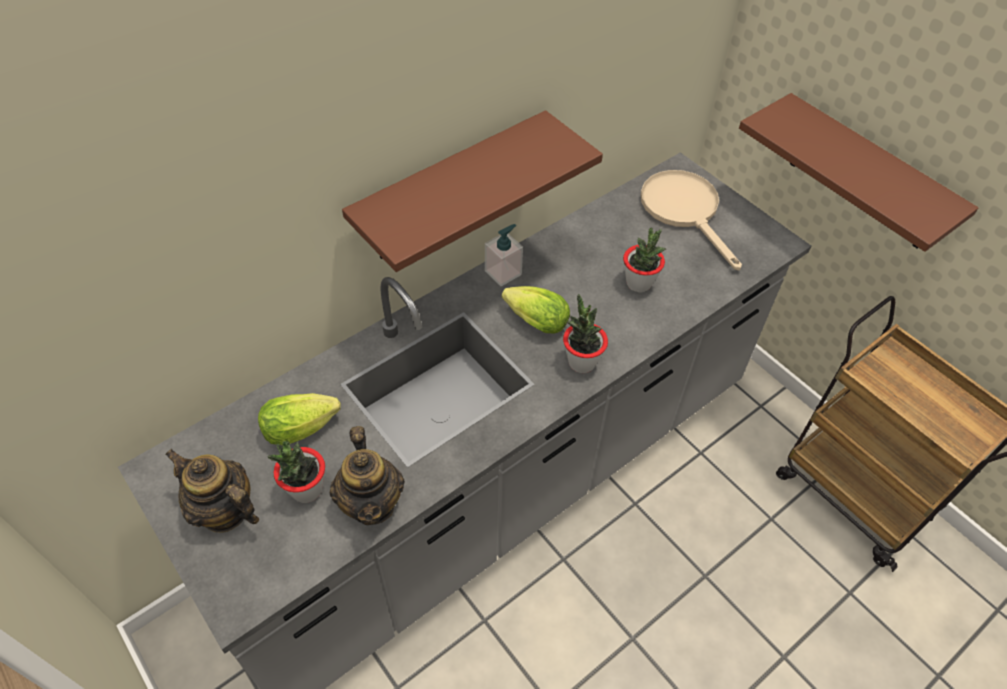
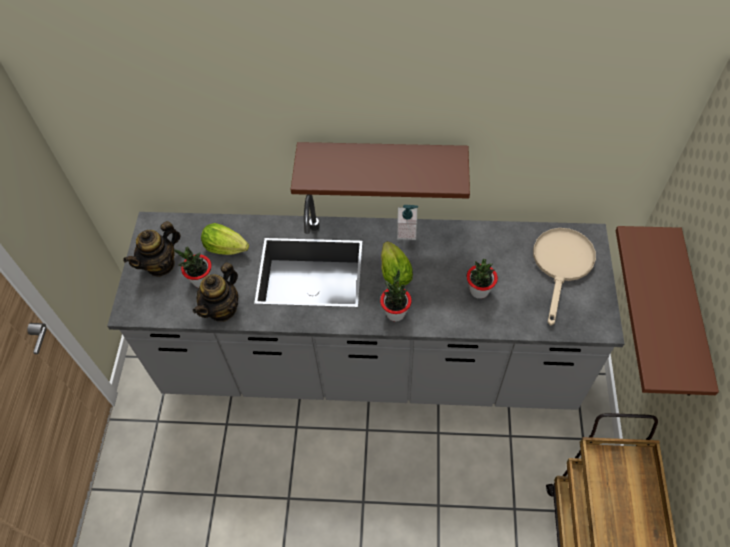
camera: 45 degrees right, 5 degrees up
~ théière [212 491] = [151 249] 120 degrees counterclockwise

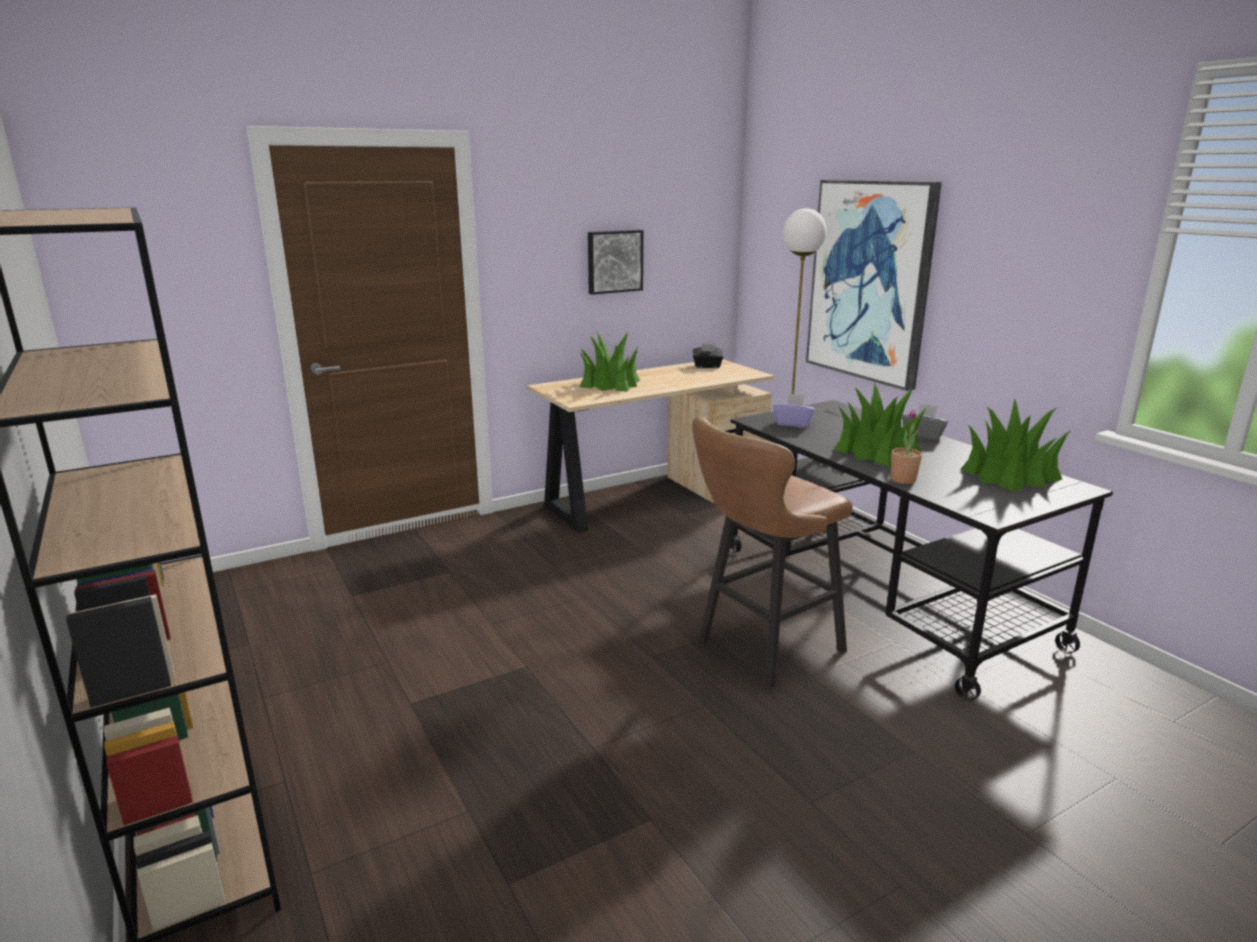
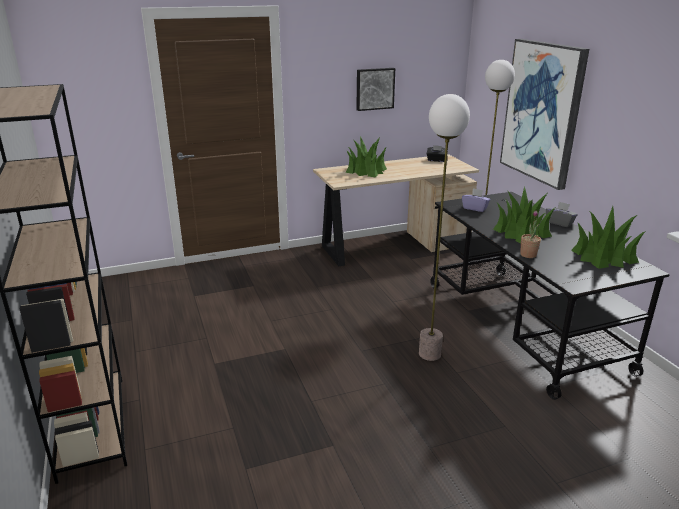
camera: 10 degrees right, 5 degrees up
~ tabouret/marron [772 552] to lampadaire [444 227]

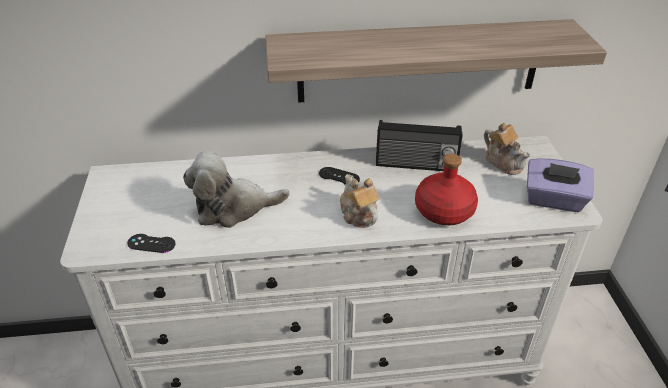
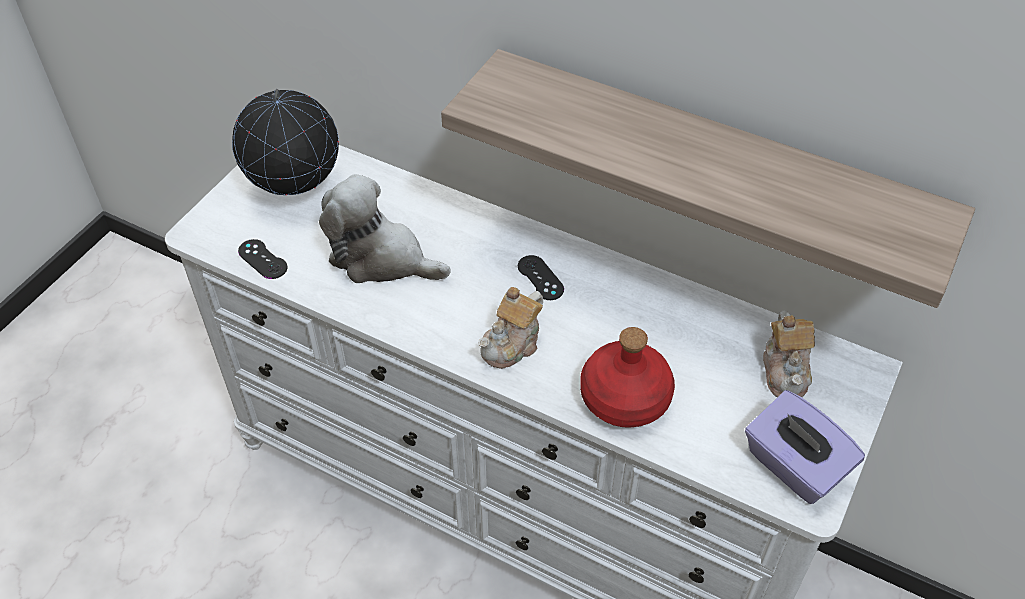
camera: 35 degrees right, 10 degrees up
- radio [419 145]
+ globe [285 142]
~ théière [360 201] = [510 328] 150 degrees counterclockwise

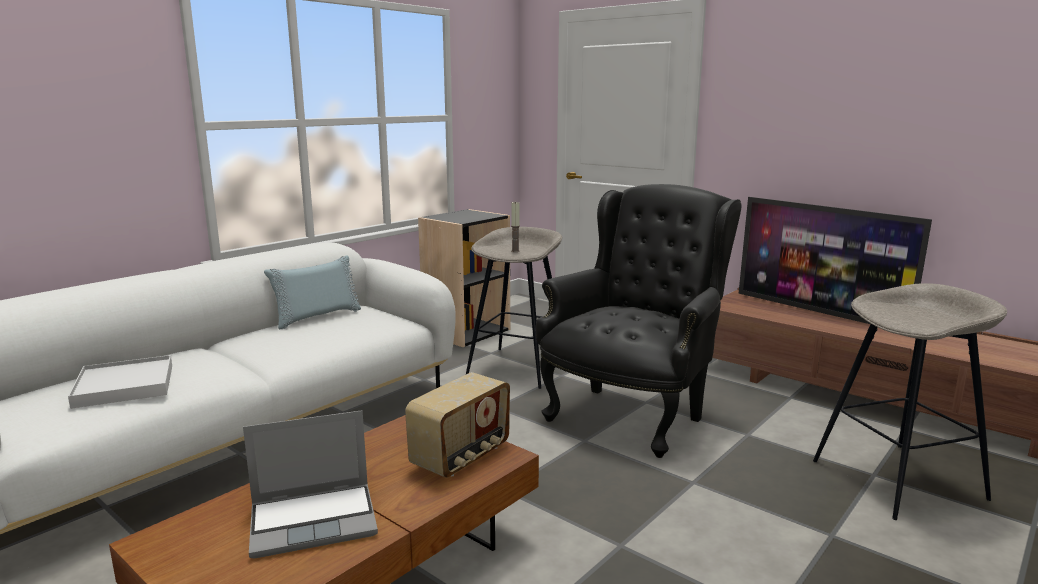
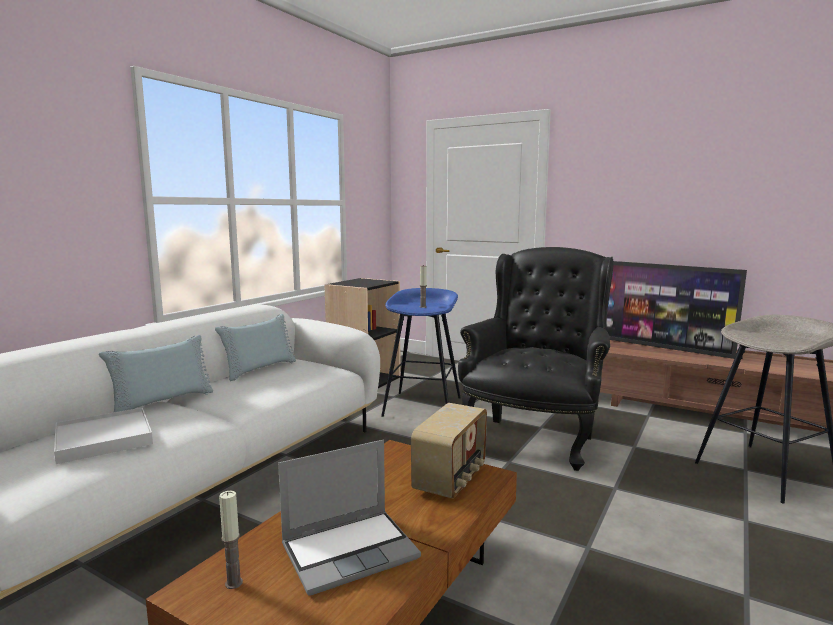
camera: 10 degrees left, 5 degrees down
+ coussin/bleu [156 373]
+ bougie [231 540]
~ tabouret/gris [514 308] to tabouret/bleu [421 352]

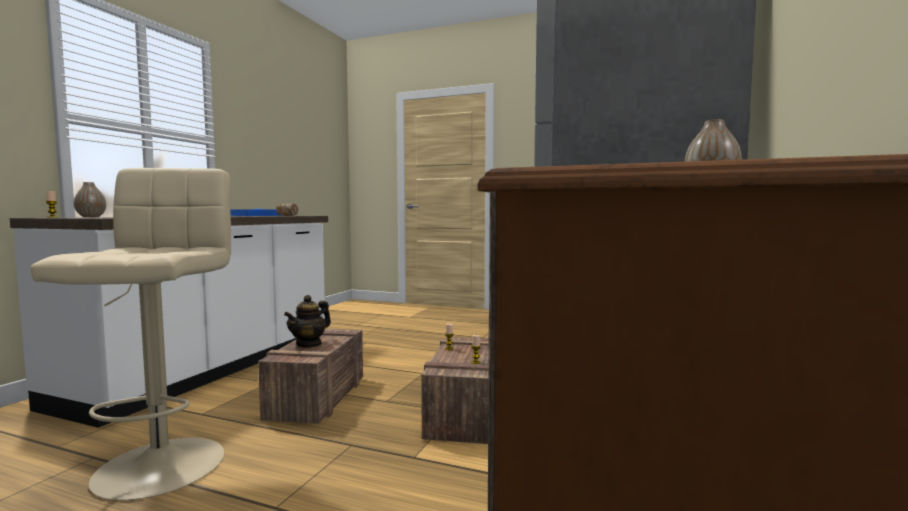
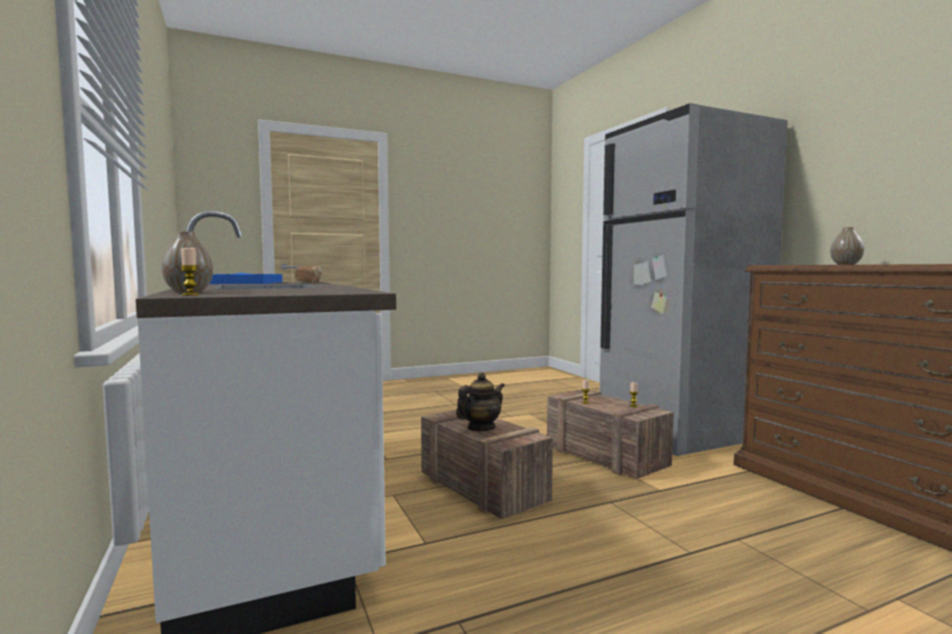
camera: 45 degrees left, 0 degrees up
- tabouret/beige [131 334]
~ théière [307 321] = [480 401] 120 degrees counterclockwise

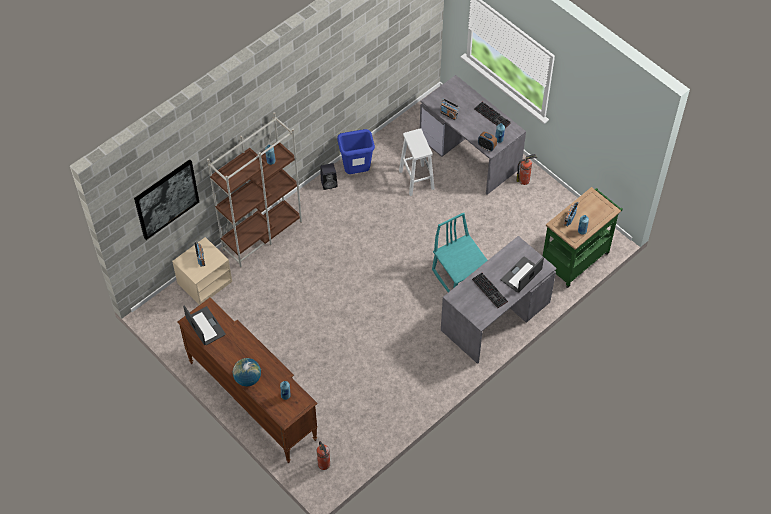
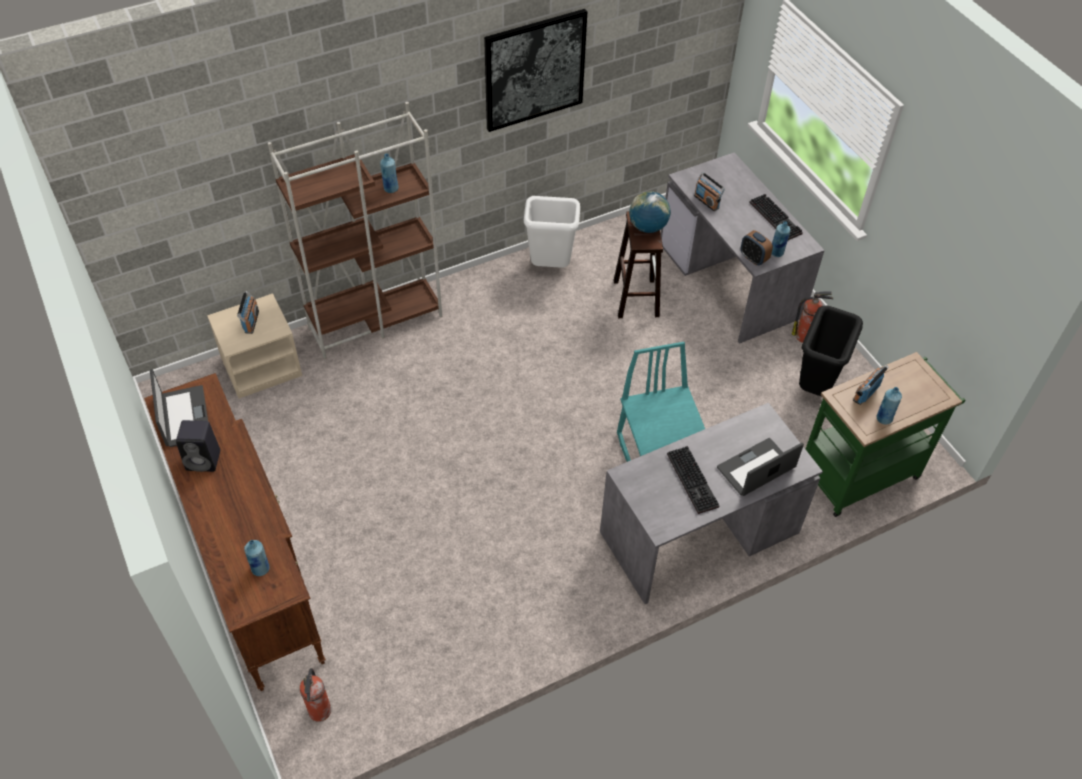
camera: 15 degrees right, 5 degrees down
+ poubelle/noir [831 351]
~ tableau [166 199] to [535 70]
~ globe [247 372] to [650 212]
~ enceinte/noir [329 176] to [198 446]
~ poubelle/bleu [356 151] to poubelle/blanc [552 232]
~ tabouret/blanc [417 162] to tabouret/marron [638 264]

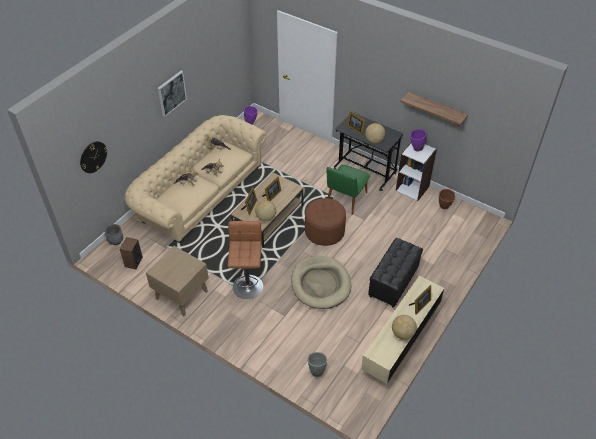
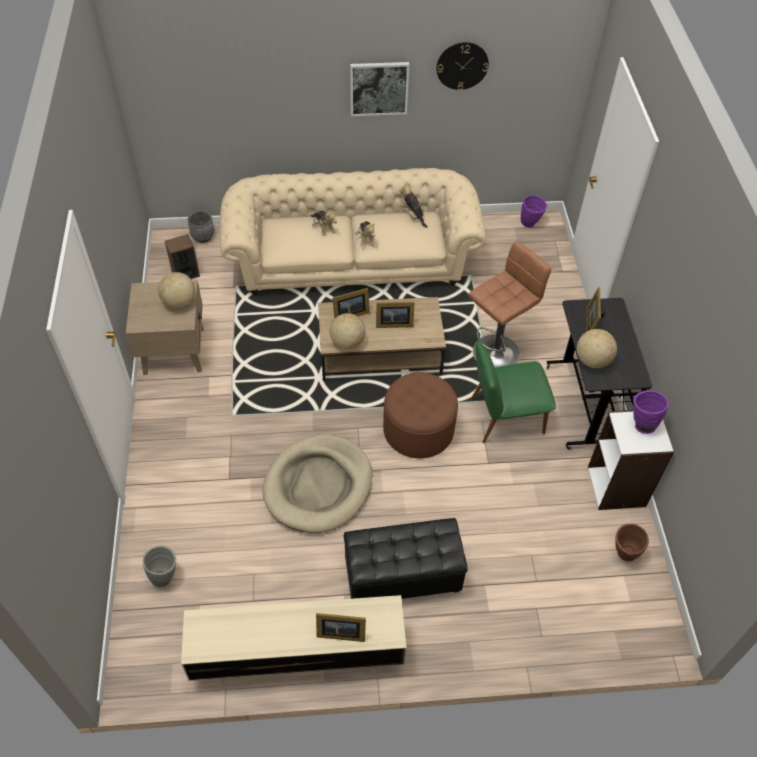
camera: 50 degrees right, 5 degrees up
- étagère [434 109]
~ horloge murale [94 157] to [462 66]
~ tabouret/marron [245 260] to [510 304]
~ globe [404 327] to [176 290]

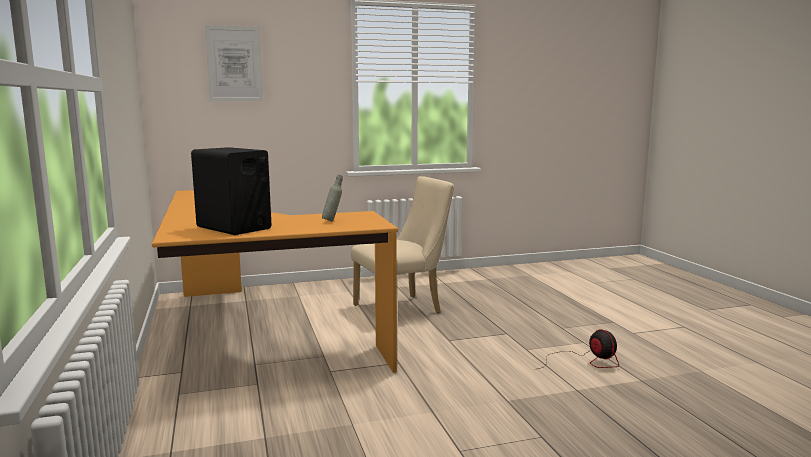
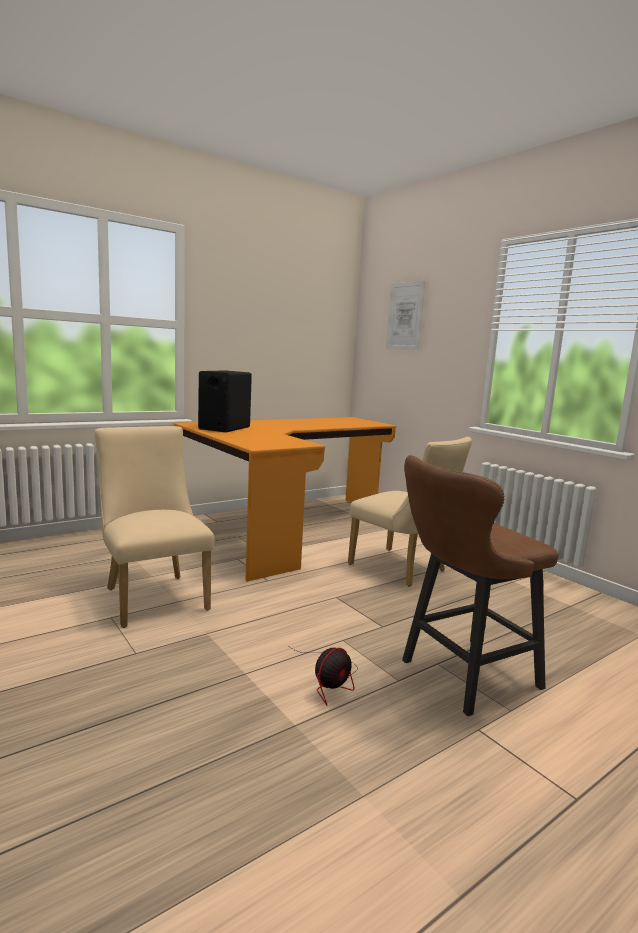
camera: 70 degrees right, 0 degrees up
- bouteille/gris [332 198]
+ chaise/beige [155 527]
+ tabouret/marron [480 585]

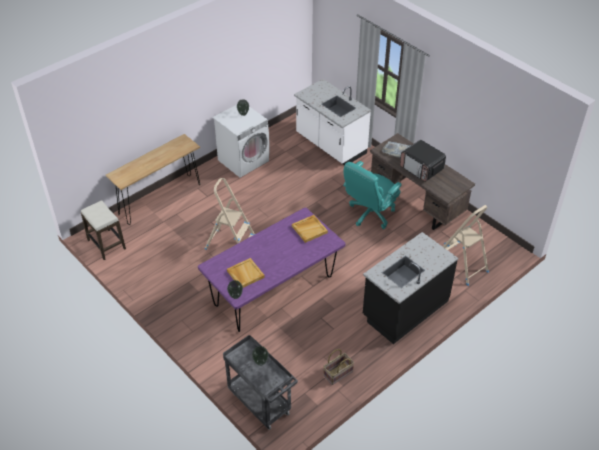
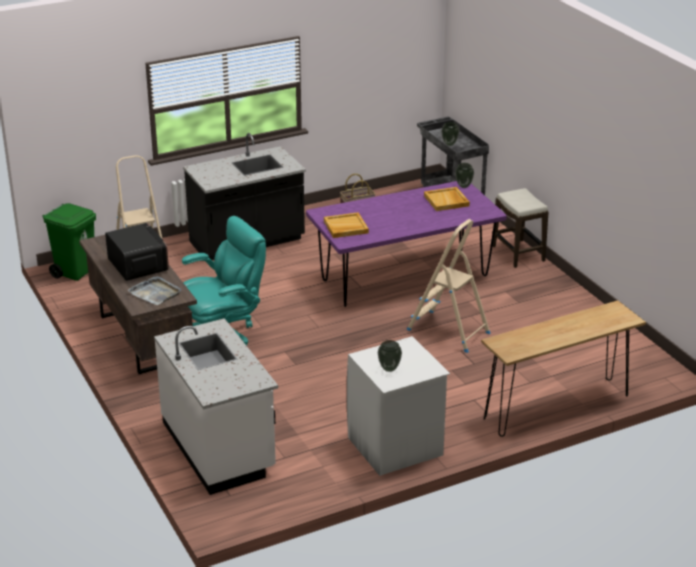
camera: 165 degrees left, 15 degrees down
+ poubelle/vert [69 242]
~ tabouret [103 230] to [520 228]

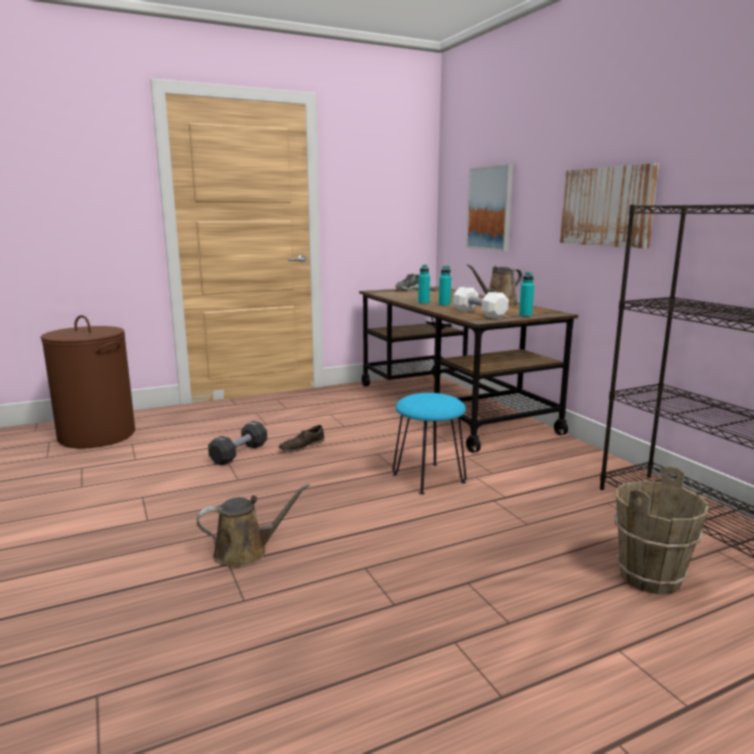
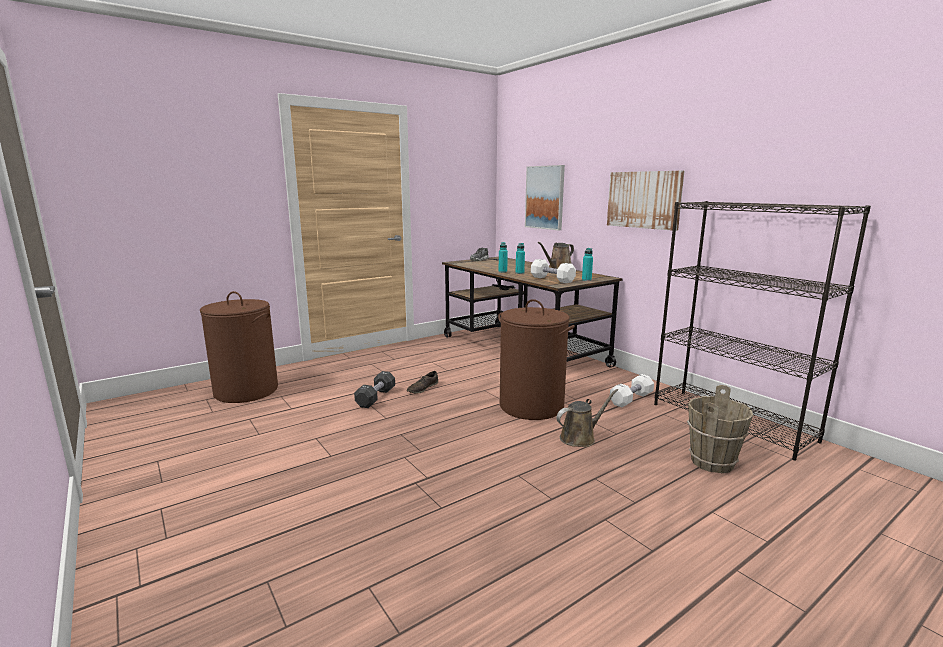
camera: 10 degrees left, 0 degrees up
+ haltère/blanc [632 390]
~ arrosoir/marron [253 525] to [587 418]
~ tabouret/turquoise [429 444] to panier à linge/marron [536 359]

